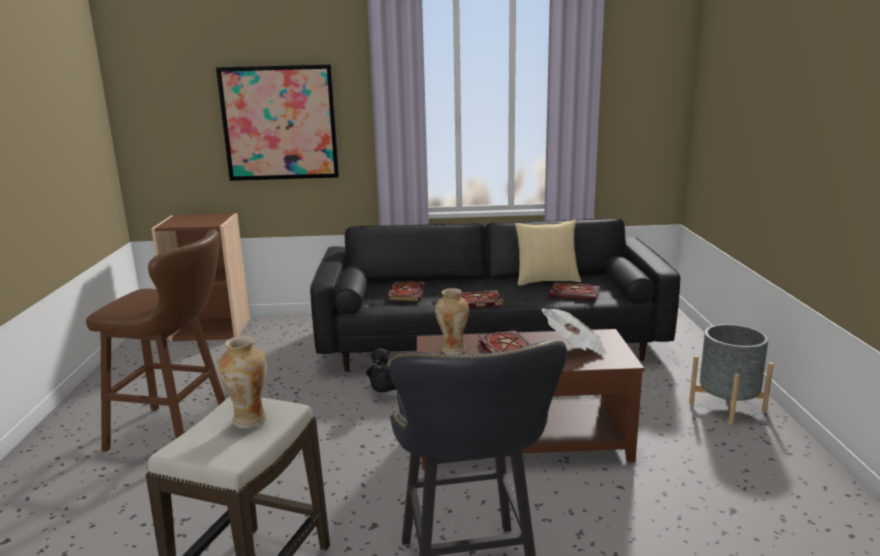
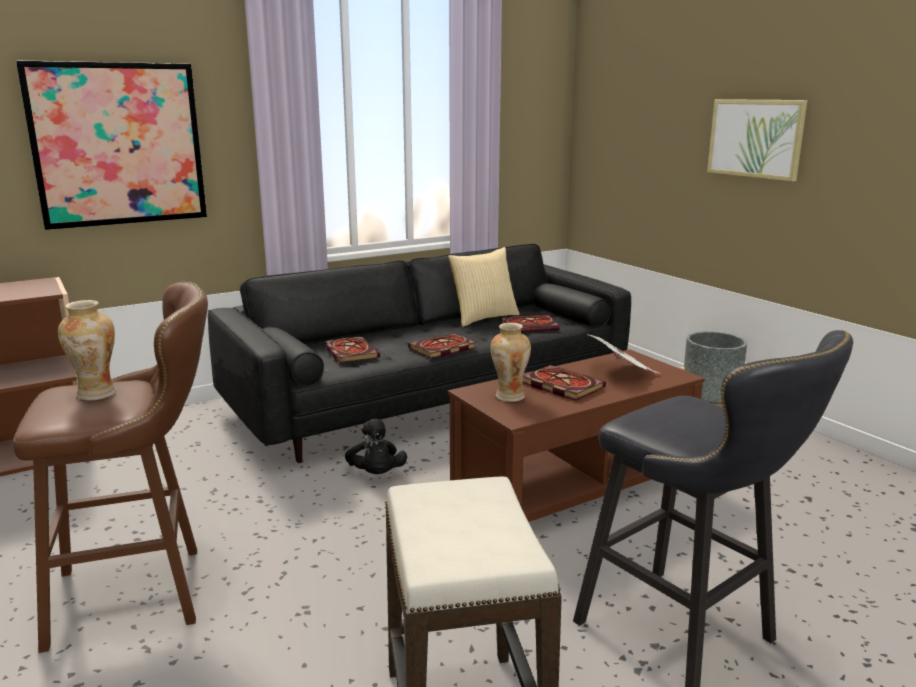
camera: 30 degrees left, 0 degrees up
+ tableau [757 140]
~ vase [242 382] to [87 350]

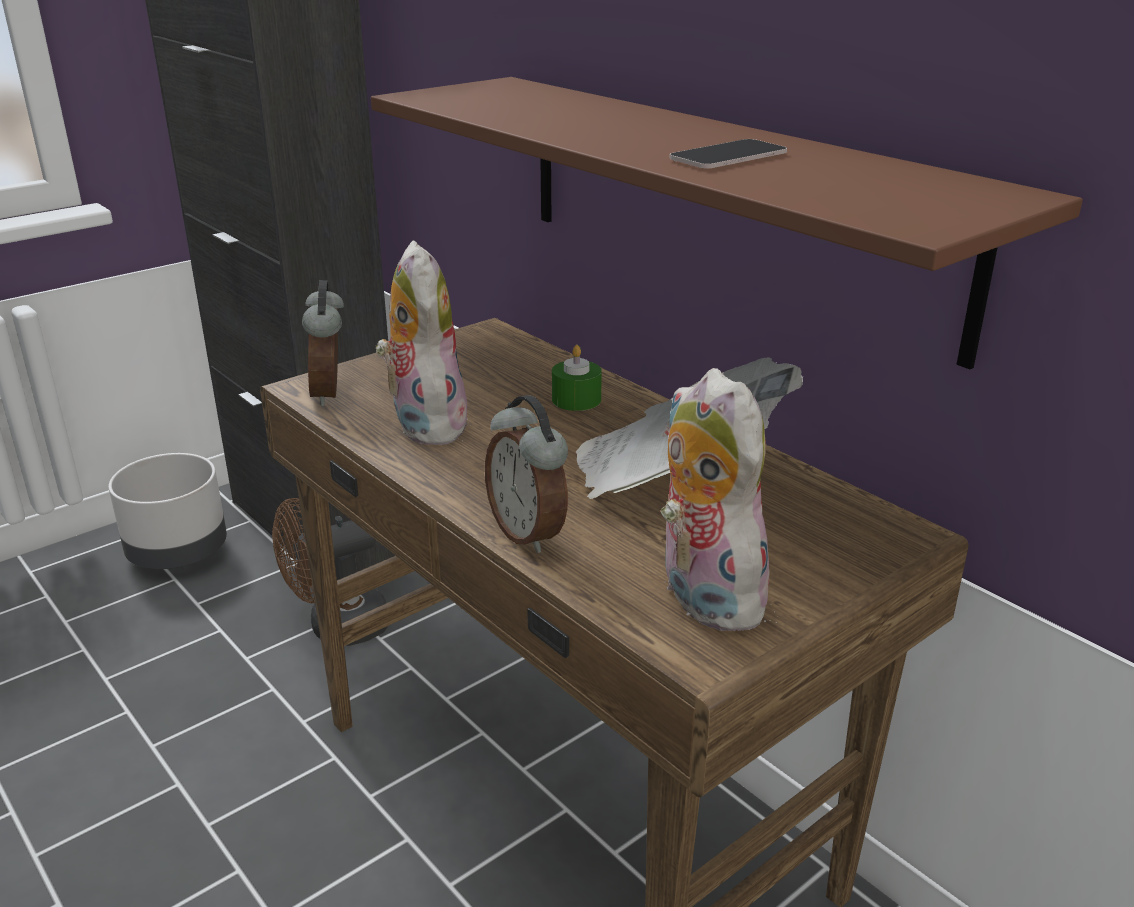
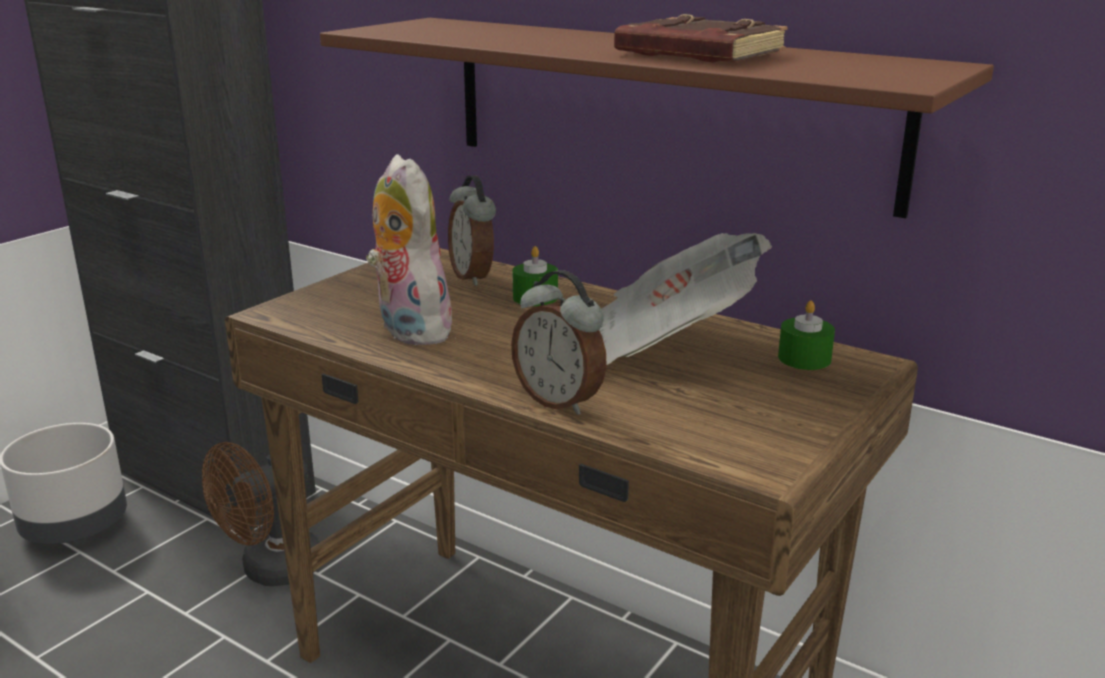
camera: 15 degrees left, 5 degrees down
- peluche [719 499]
+ bougie/vert [806 335]
~ réveil [323 343] to [472 230]
~ téléphone [728 153] to livre/marron [701 38]

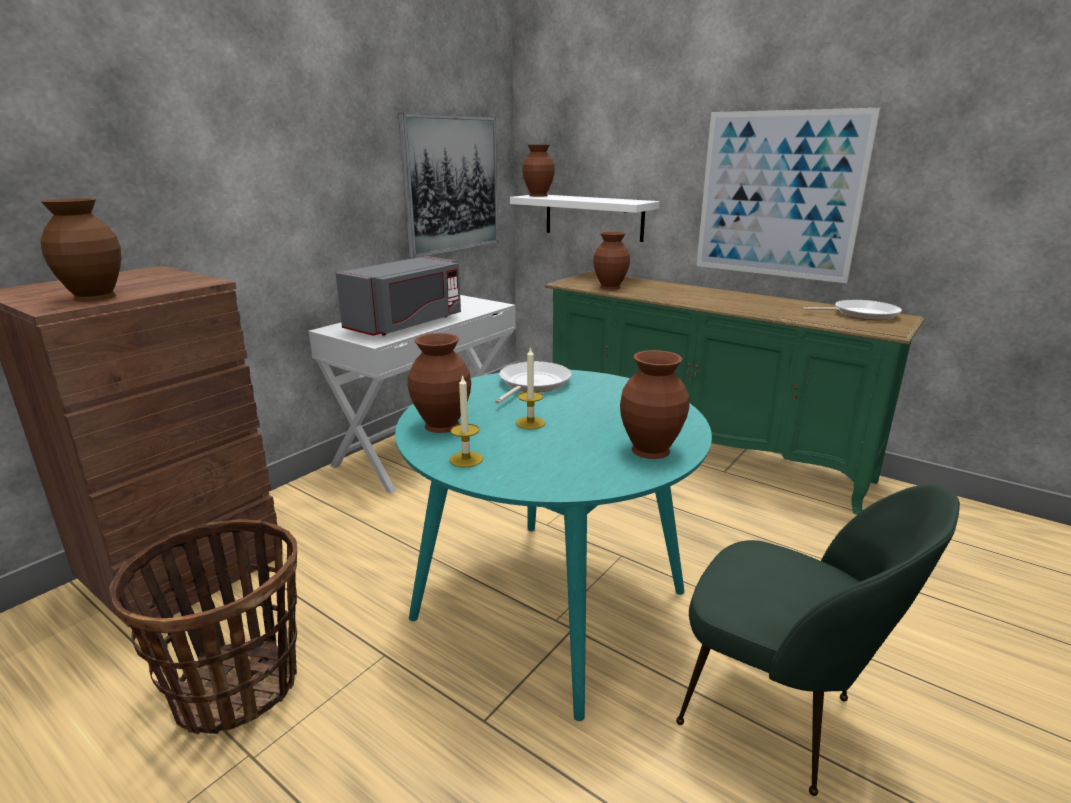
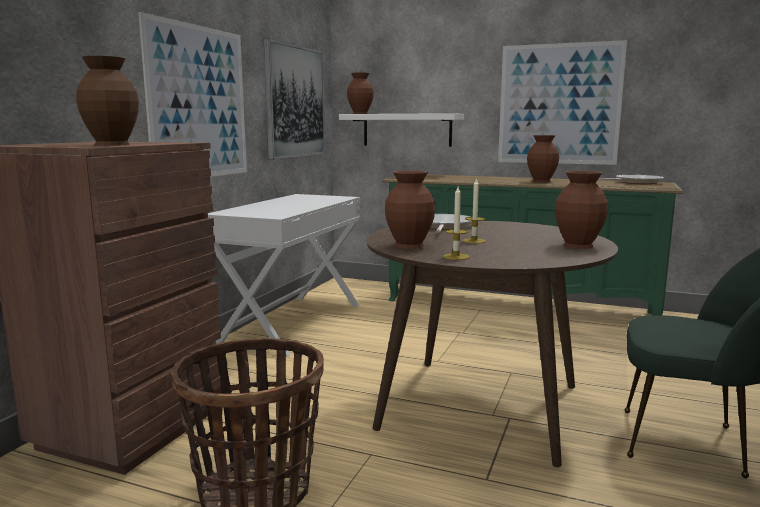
camera: 15 degrees left, 10 degrees down
- micro-ondes/gris [398 296]
+ tableau [192 94]
~ vase/marron [611 261] to [543 158]
~ table à manger/turquoise [553 545] to table à manger/marron [492 344]

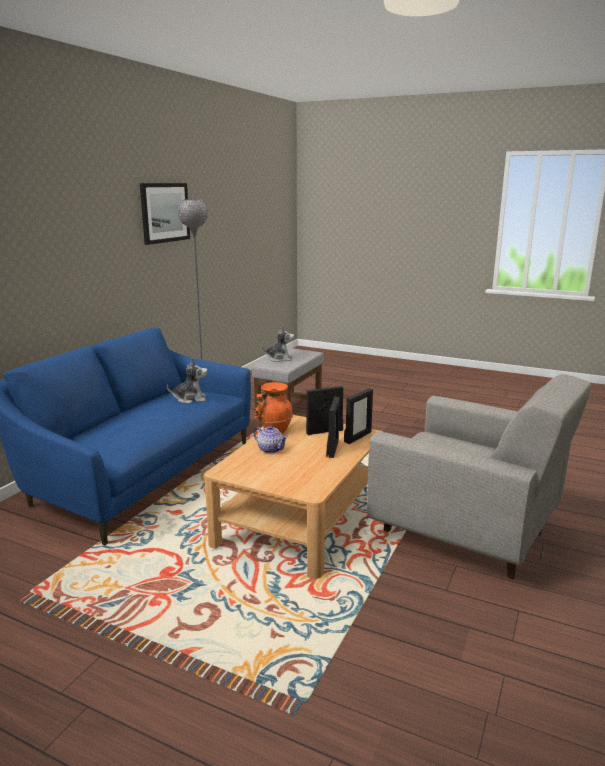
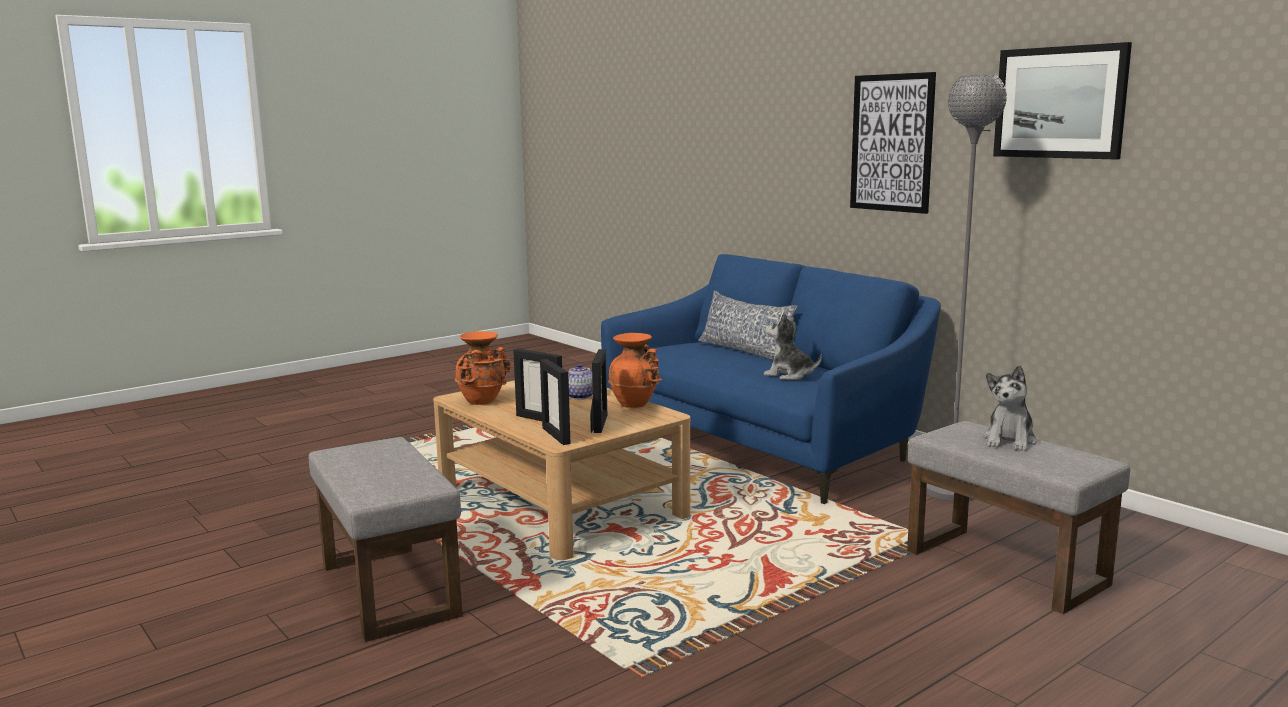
camera: 115 degrees right, 5 degrees down
+ vase/orange [483 368]
+ coussin [748 325]
+ tableau [893 143]
~ fauteuil/gris [479 476] to pouf/gris [385 539]
~ peluche [187 381] = [793 346] 105 degrees clockwise

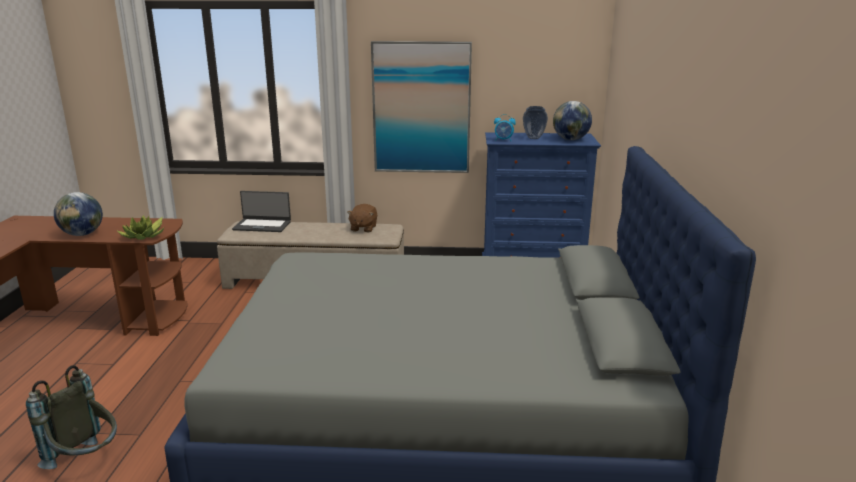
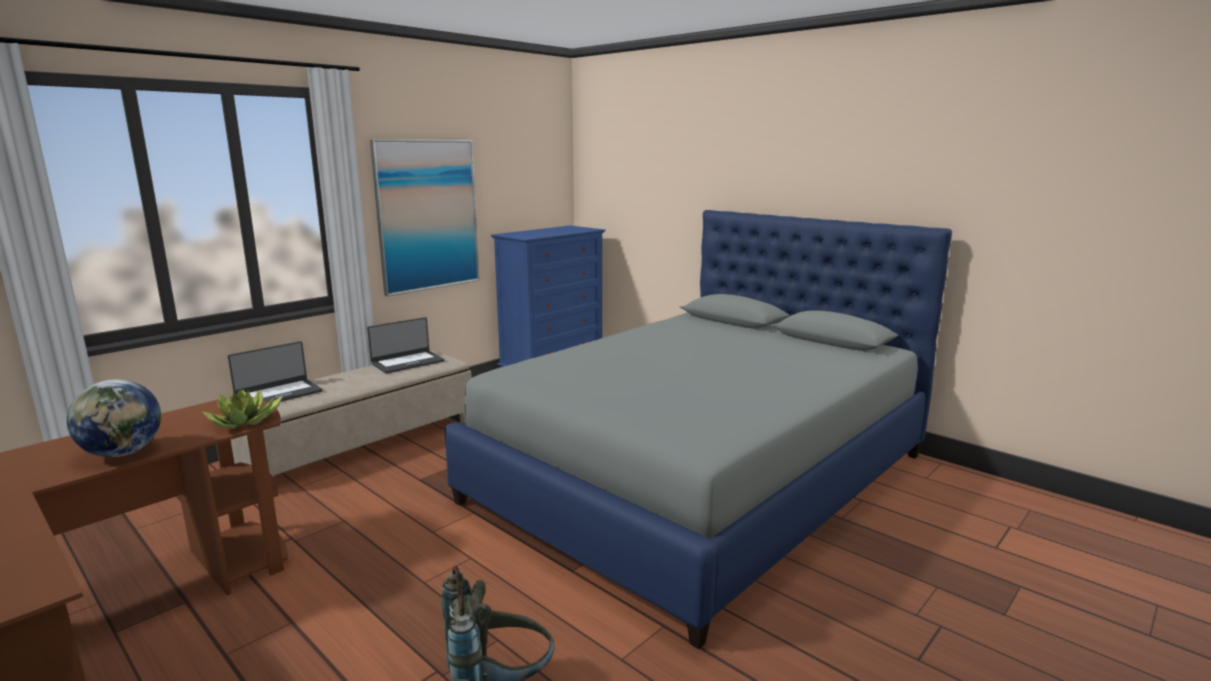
camera: 50 degrees left, 5 degrees down
- réveil [505 127]
- vase [535 122]
- globe [572 120]
~ peluche/marron [362 218] to ordinateur portable [406 345]

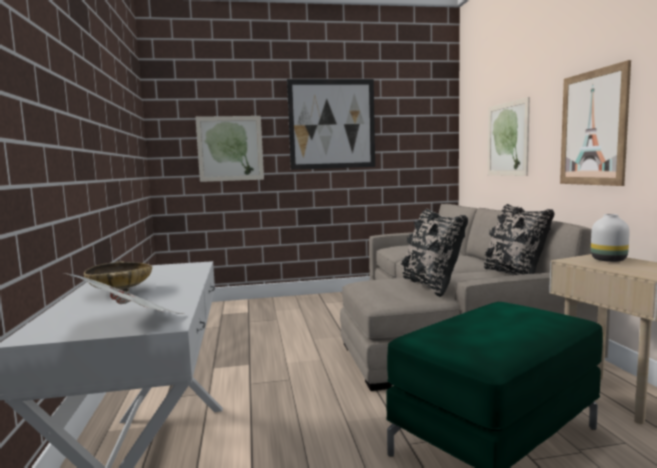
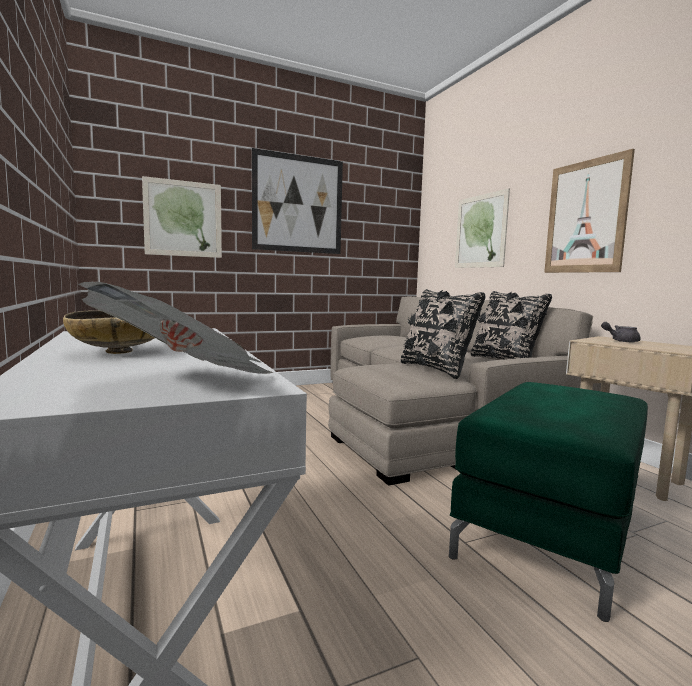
camera: 15 degrees left, 0 degrees up
~ vase/blanc [610 238] to théière/gris [621 332]

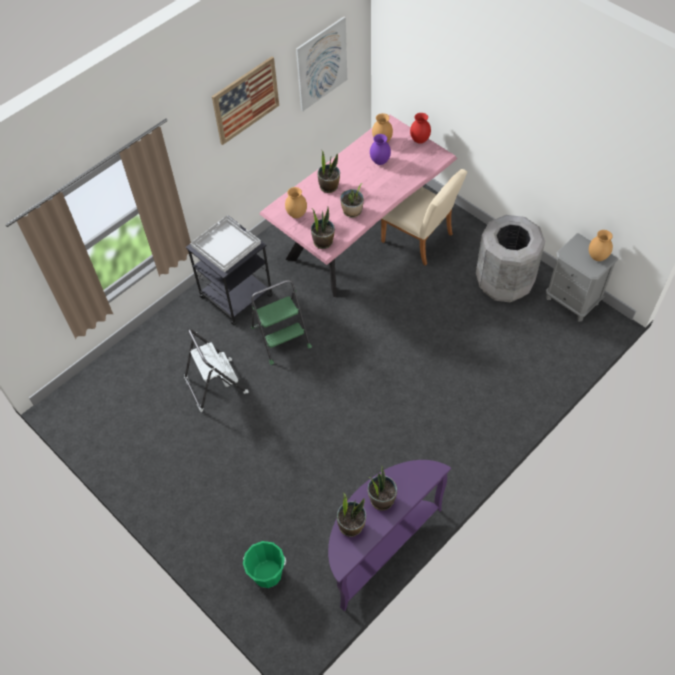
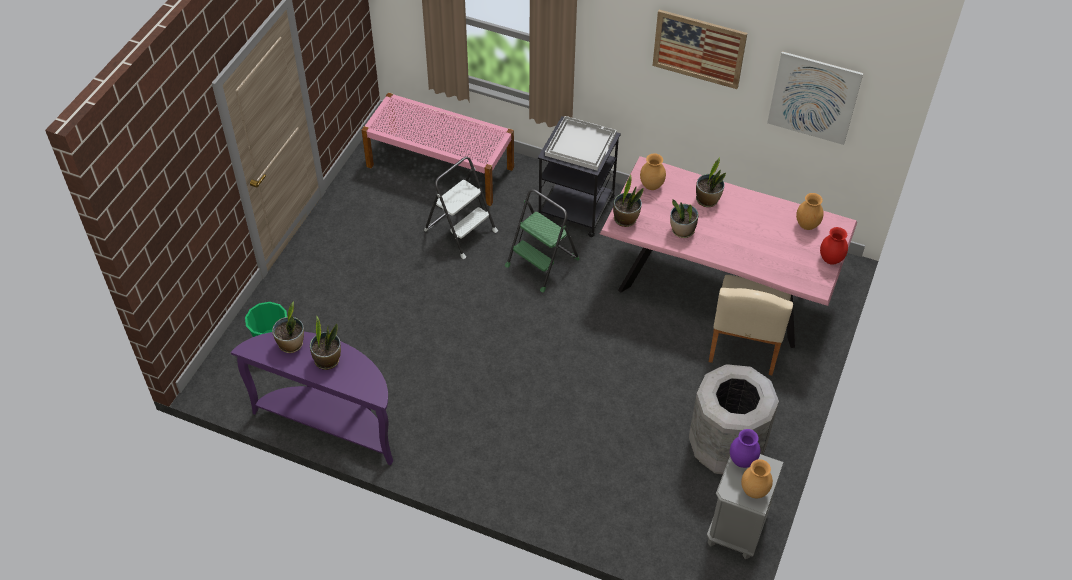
camera: 65 degrees right, 5 degrees down
+ banc/rose [438 149]
~ vase/violet [380 149] to [745 448]

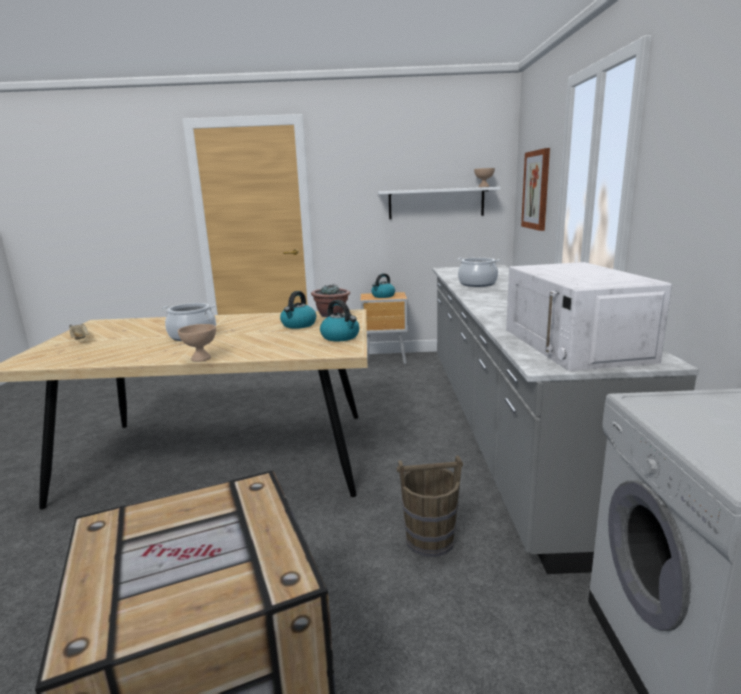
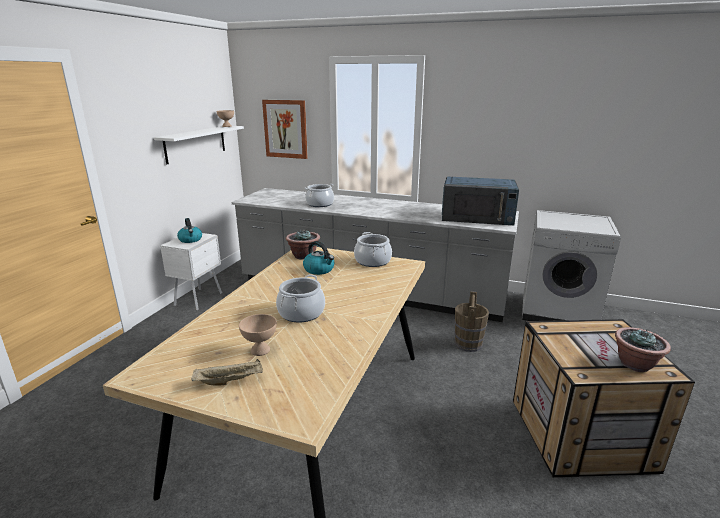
camera: 70 degrees left, 5 degrees up
+ plante en pot [643 349]
~ bol/beige [197 343] to [258 335]
~ bouilloire [339 320] to marmite [373 249]
~ table de chevet/marron [384 328] to table de chevet/blanc [191 271]
~ micro-ondes/blanc [589 316] to micro-ondes/bleu [480 201]

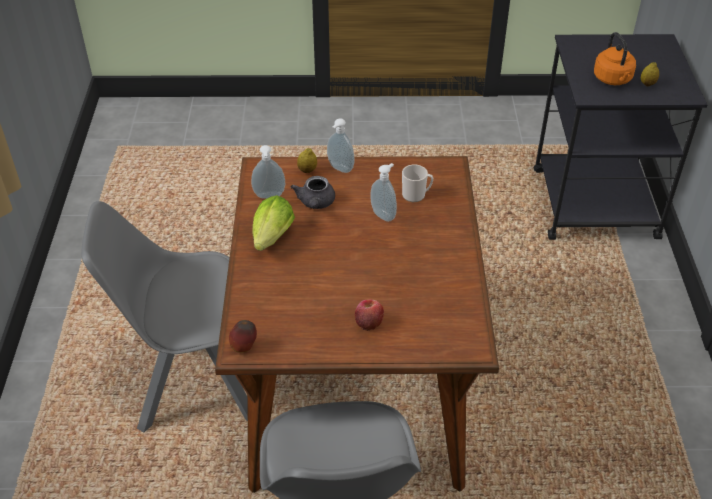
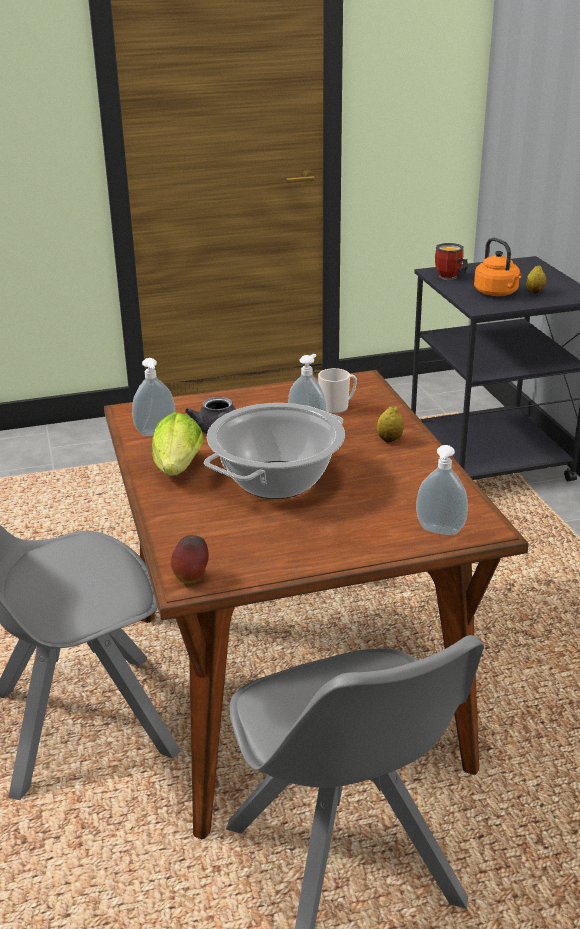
camera: 15 degrees left, 15 degrees down
- pomme [369 315]
+ marmite [274 451]
+ mug [451 261]
~ citron [307 160] to [390 424]
~ distributeur de savon [340 145] to [442 490]

